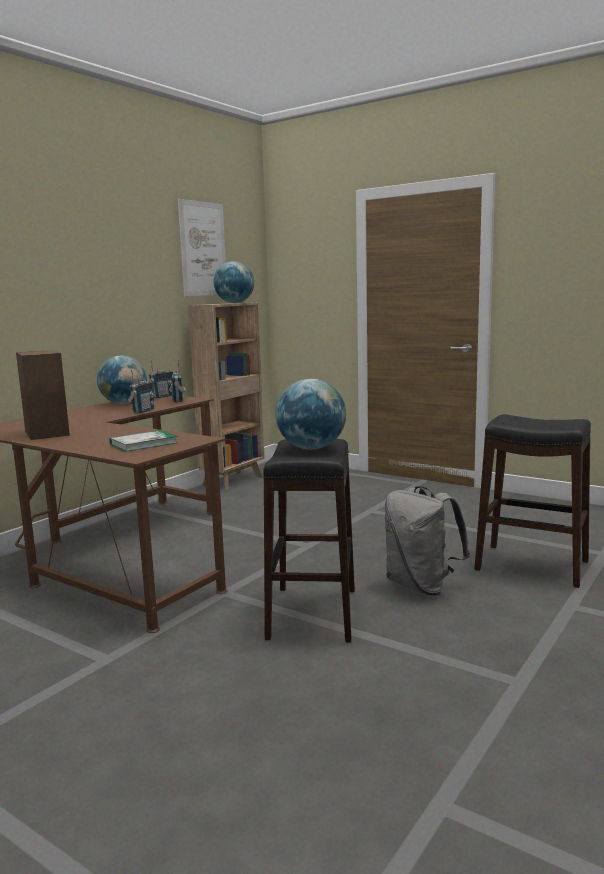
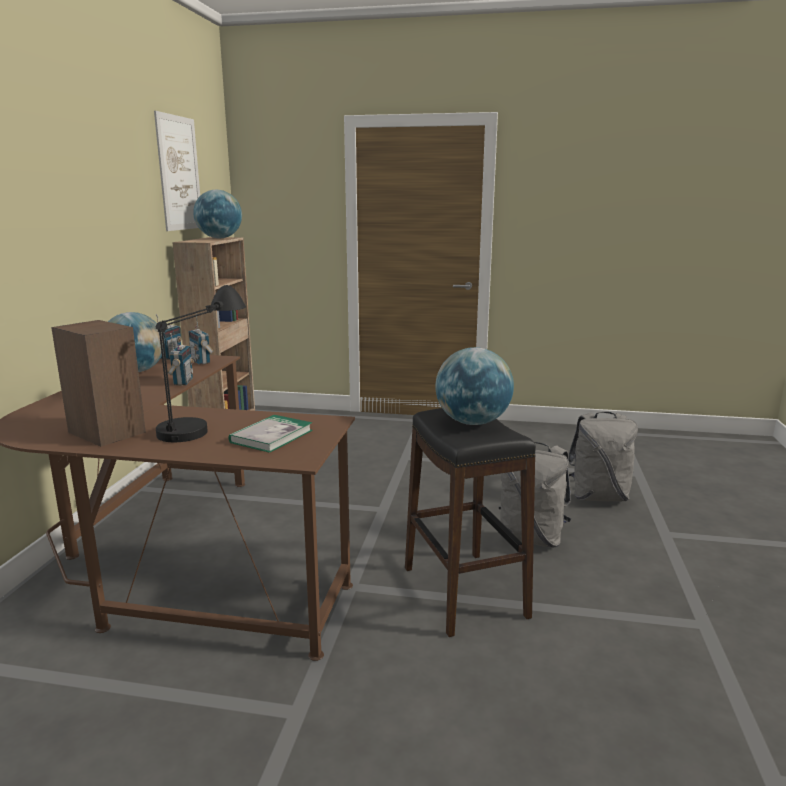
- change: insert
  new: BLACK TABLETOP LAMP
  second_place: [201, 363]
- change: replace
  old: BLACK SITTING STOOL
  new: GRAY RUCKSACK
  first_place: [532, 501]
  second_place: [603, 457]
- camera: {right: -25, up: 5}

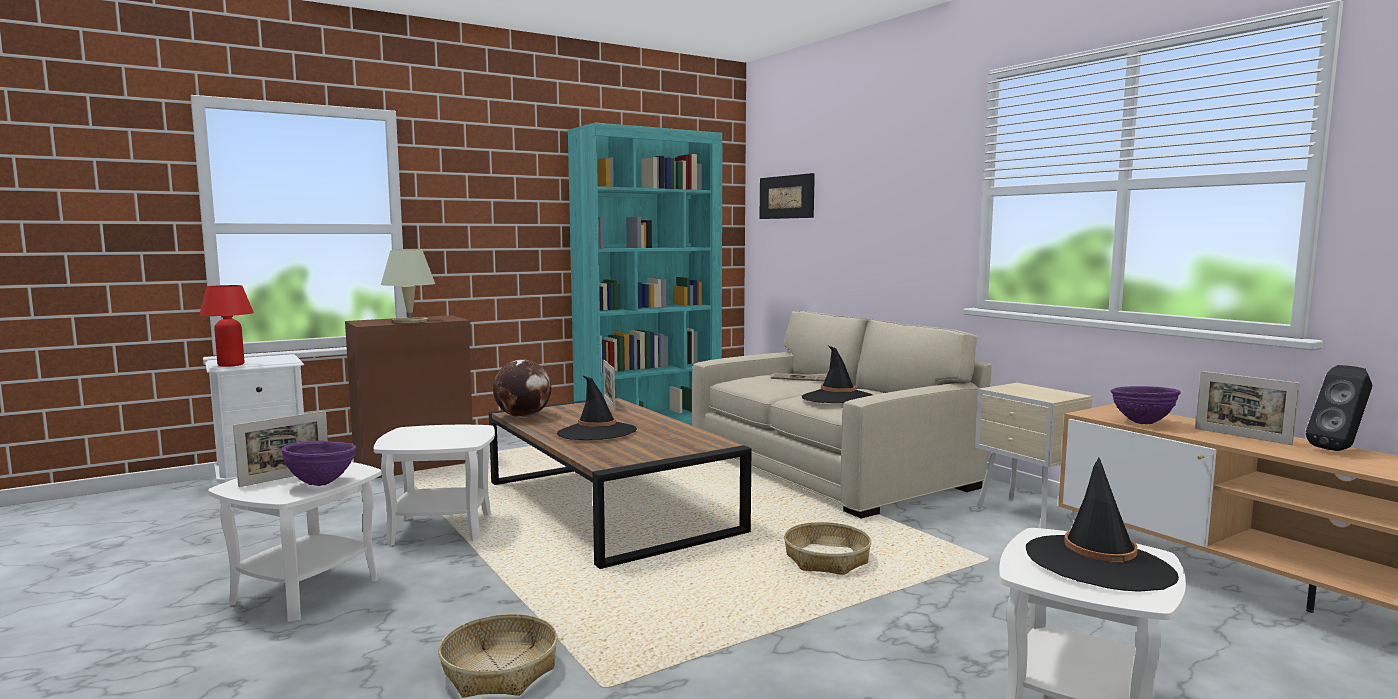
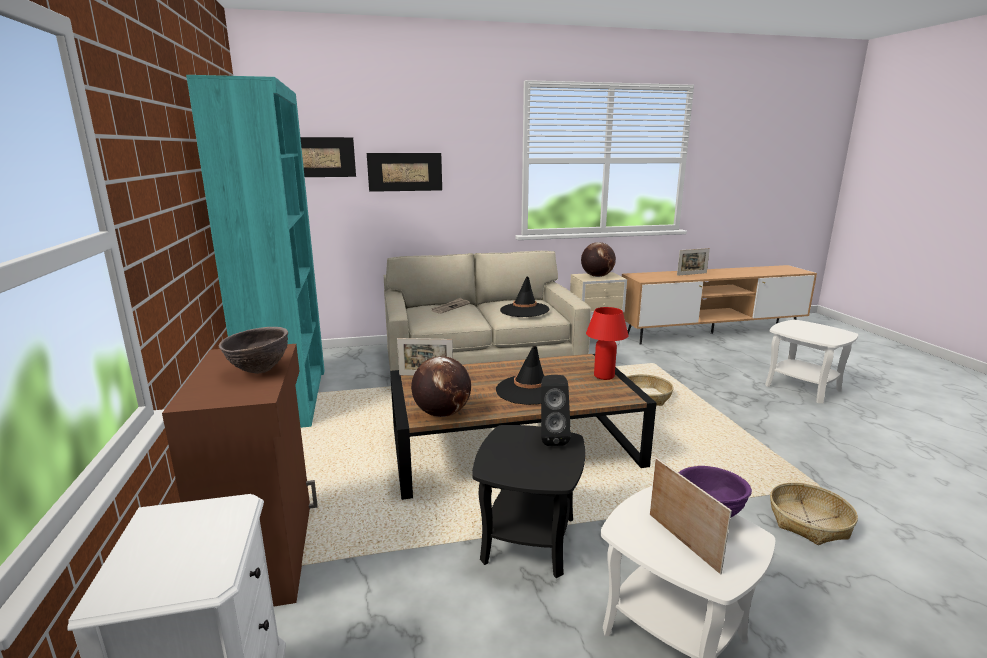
- change: replace
  old: SAND-COLOURED TABLETOP LAMP
  new: BROWN BOWL
  first_place: [408, 286]
  second_place: [253, 350]
- change: insert
  new: WALL ART
  second_place: [404, 172]
- change: recolor
  old: WHITE SIDE TABLE
  new: BLACK SIDE TABLE
  first_place: [434, 485]
  second_place: [528, 501]
- change: move
  old: BLACK SPEAKER
  first_place: [1339, 408]
  second_place: [556, 410]
- change: insert
  new: WORLD GLOBE
  second_place: [598, 259]
- change: move
  old: RED TABLETOP LAMP
  first_place: [226, 326]
  second_place: [607, 343]
- change: delete
  old: BLACK CLOTHING HAT
  first_place: [1102, 525]
- change: delete
  old: PURPLISH BOWL
  first_place: [1146, 405]
- camera: {right: -70, up: 10}

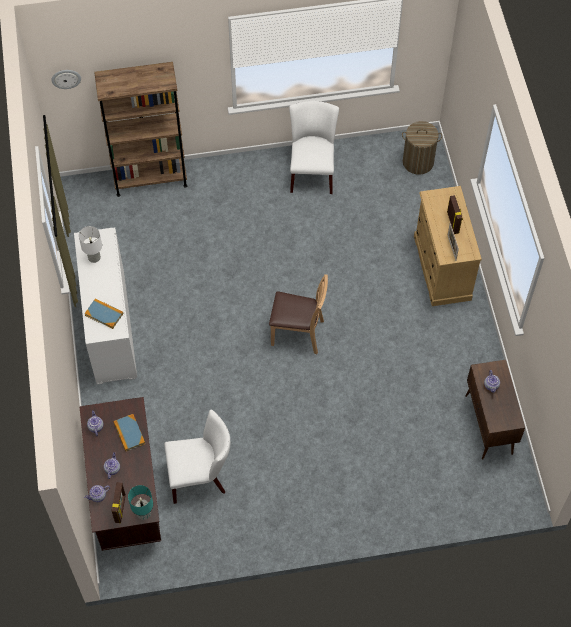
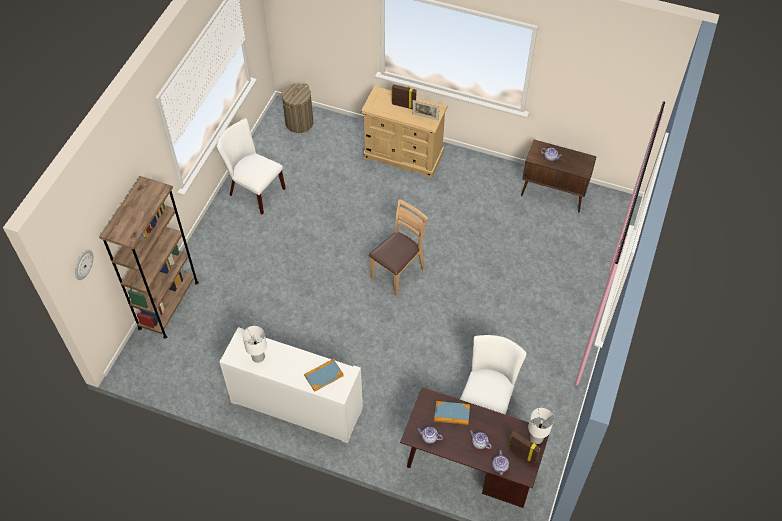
- change: recolor
  old: BLUE-GREEN TABLETOP LAMP
  new: WHITE TABLETOP LAMP
  first_place: [140, 502]
  second_place: [541, 426]
- camera: {right: -60, up: -5}

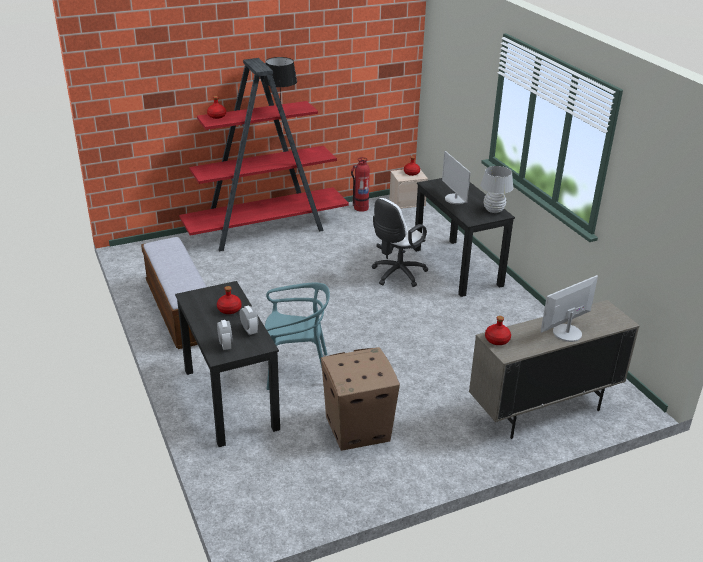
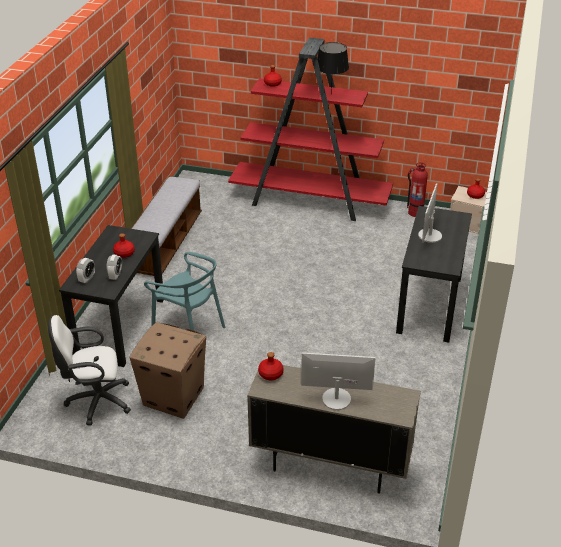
- change: move
  old: WHITE COMPUTER CHAIR
  first_place: [400, 242]
  second_place: [89, 370]
- change: delete
  old: WHITE TABLETOP LAMP
  first_place: [496, 189]
- camera: {right: 40, up: 5}

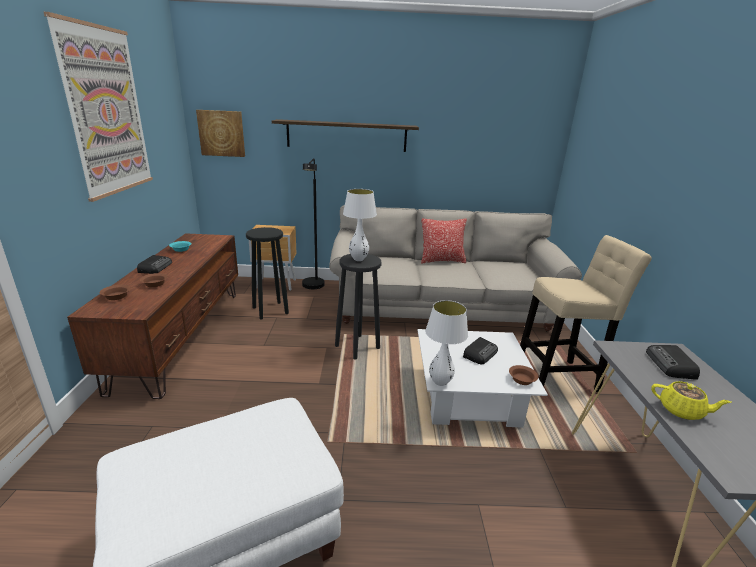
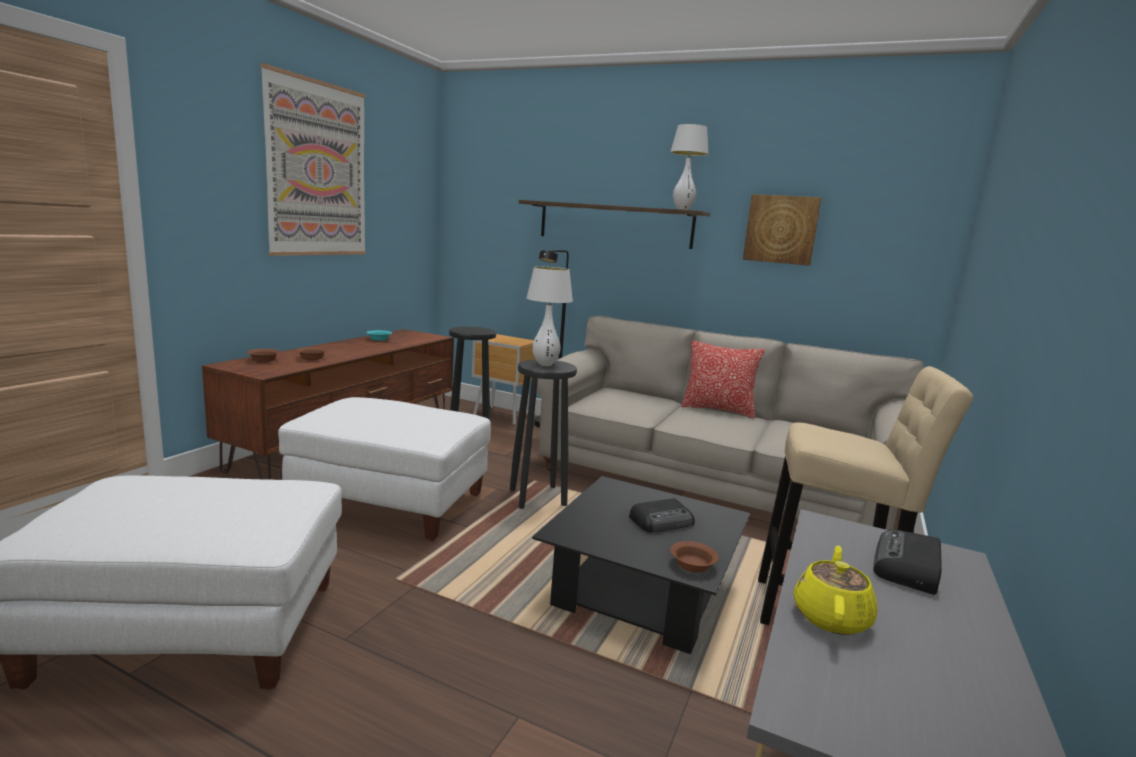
- change: insert
  new: WHITE OTTOMAN
  second_place: [384, 469]
- change: recolor
  old: WHITE LOUNGE TABLE
  new: BLACK LOUNGE TABLE
  first_place: [483, 378]
  second_place: [641, 565]
- change: move
  old: WHITE TABLETOP LAMP
  first_place: [446, 343]
  second_place: [689, 167]
- change: move
  old: WALL ART
  first_place: [220, 133]
  second_place: [782, 230]
- change: rotate
  old: YELLOWISH POT FOR TEA
  first_place: [691, 400]
  second_place: [835, 590]
  degrees: -120
- change: delete
  old: RADIO SET
  first_place: [154, 264]
- camera: {right: 25, up: -10}

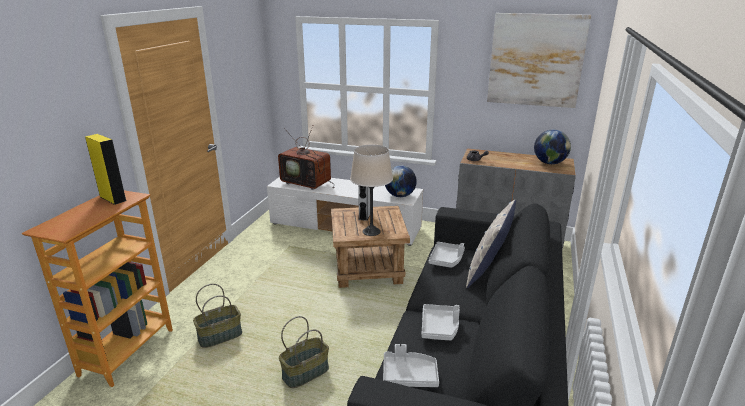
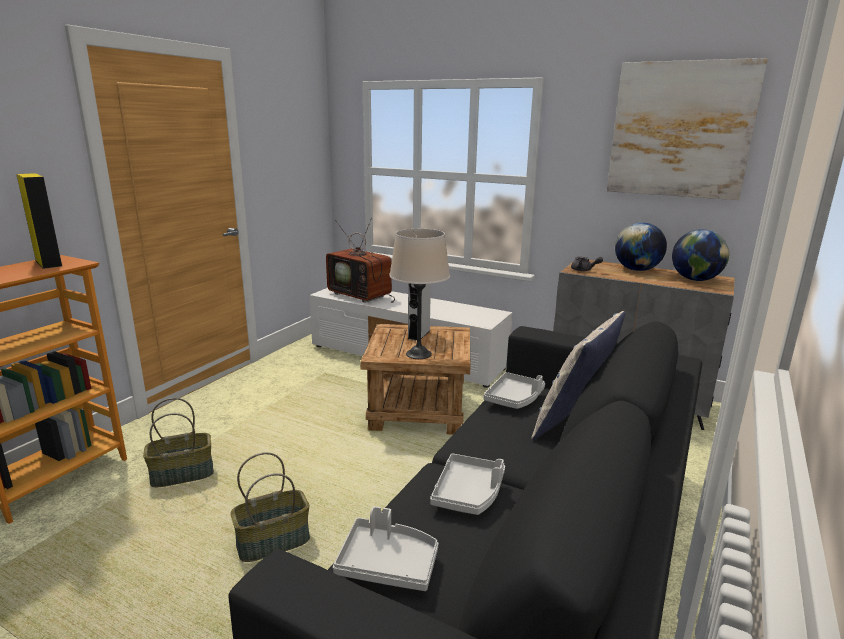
- change: move
  old: WORLD GLOBE
  first_place: [401, 181]
  second_place: [641, 246]
- camera: {right: 10, up: -5}

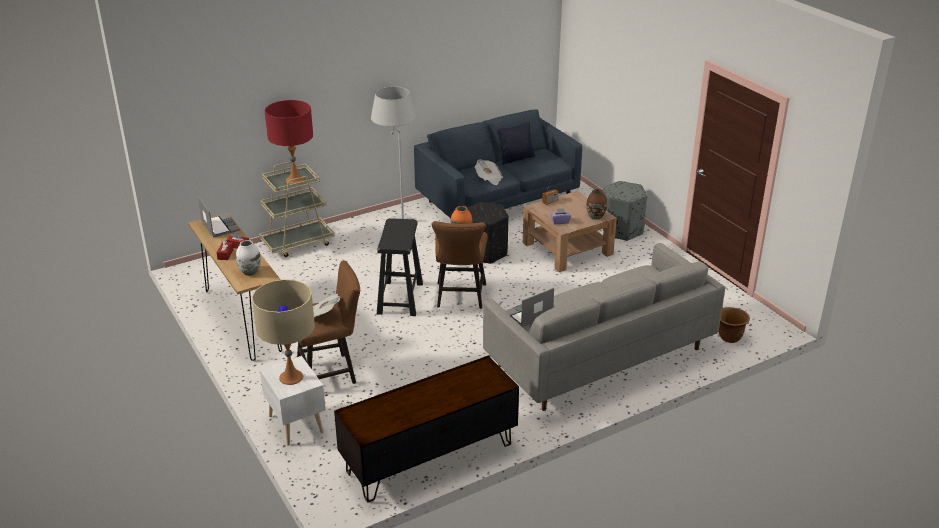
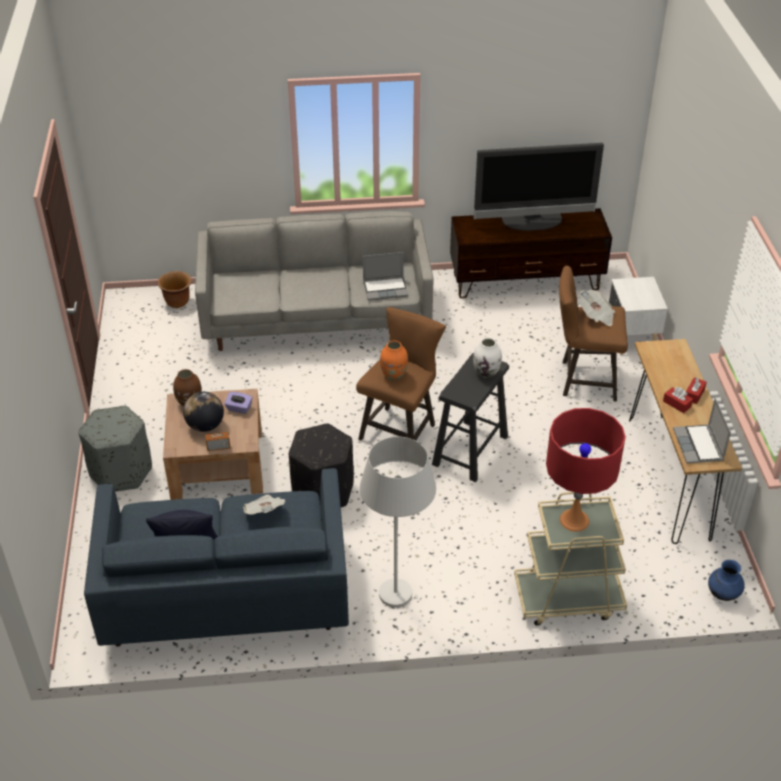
- change: insert
  new: WORLD GLOBE
  second_place: [203, 412]
- change: move
  old: WHITE DECORATIVE VASE
  first_place: [248, 258]
  second_place: [487, 358]
- change: insert
  new: TV
  second_place: [539, 187]
- change: insert
  new: BLUE DECORATIVE VASE
  second_place: [726, 580]
- change: delete
  old: SAND-COLOURED TABLETOP LAMP
  first_place: [283, 332]
- camera: {right: -155, up: 10}

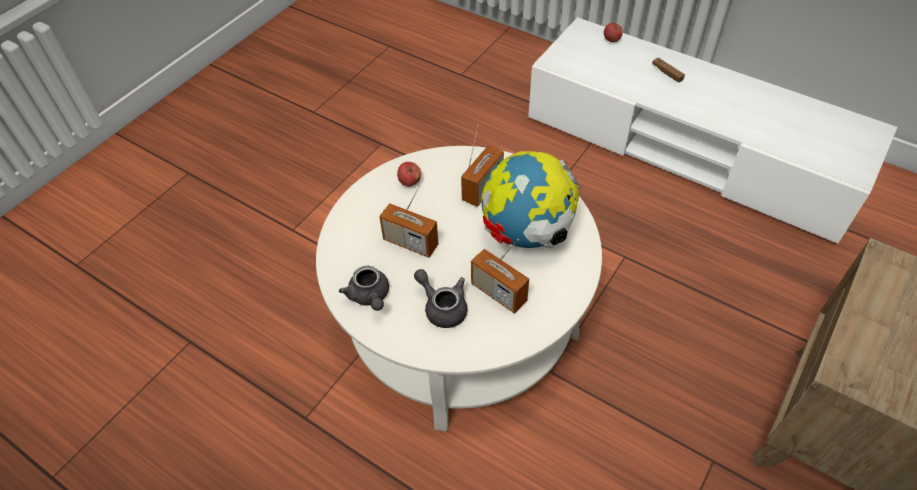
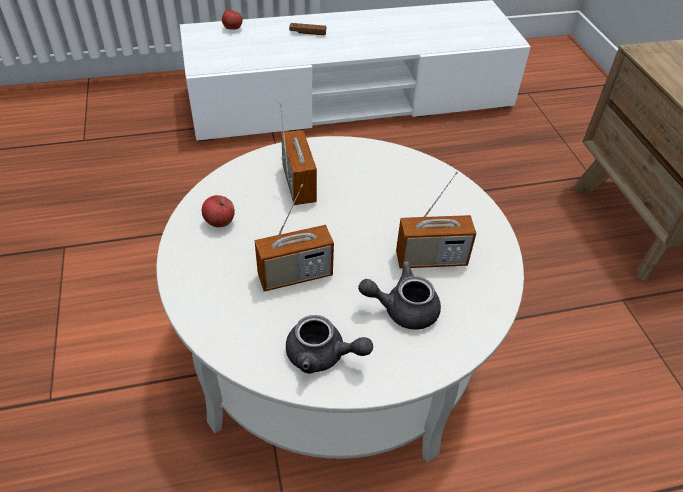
- change: delete
  old: WORLD GLOBE
  first_place: [531, 200]
- camera: {right: -50, up: -5}

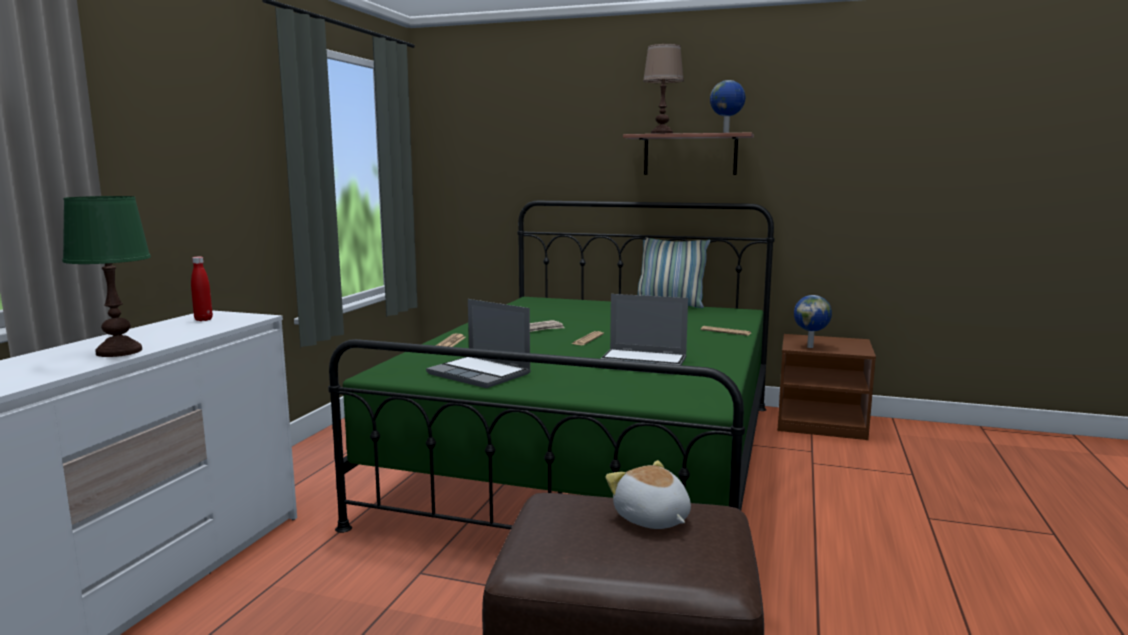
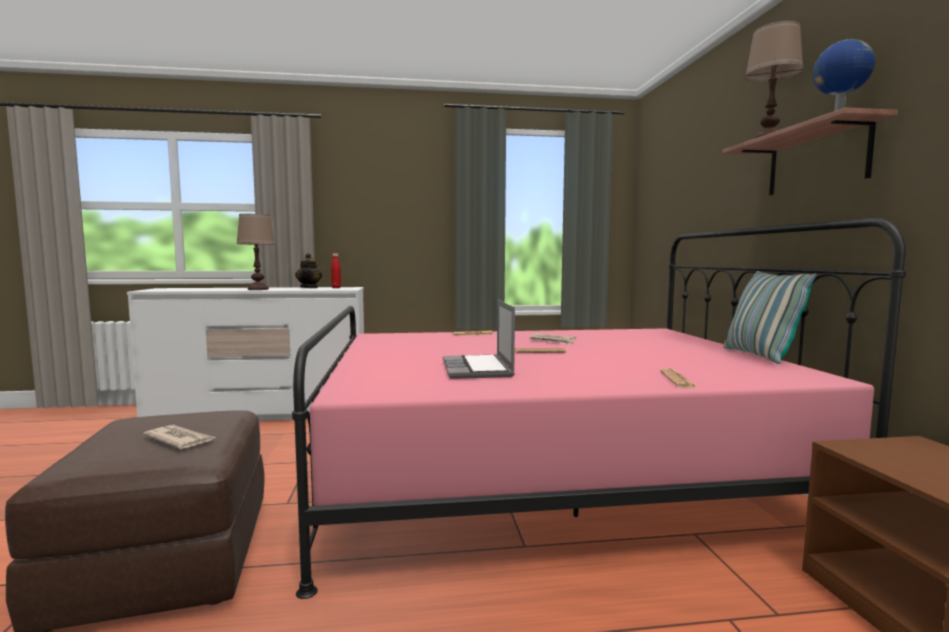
- change: replace
  old: SOFT TOY
  new: DAILY PAPER
  first_place: [648, 494]
  second_place: [180, 437]
- change: recolor
  old: GREENISH TABLETOP LAMP
  new: BROWN TABLETOP LAMP
  first_place: [107, 276]
  second_place: [255, 252]
- change: recolor
  old: GREENISH BEDROOM BED
  new: PINK BEDROOM BED
  first_place: [551, 367]
  second_place: [599, 408]
- change: insert
  new: POT FOR TEA
  second_place: [308, 270]
- change: delete
  old: NOTEBOOK COMPUTER
  first_place: [478, 343]
- change: delete
  old: WORLD GLOBE
  first_place: [813, 321]
- camera: {right: 65, up: -5}

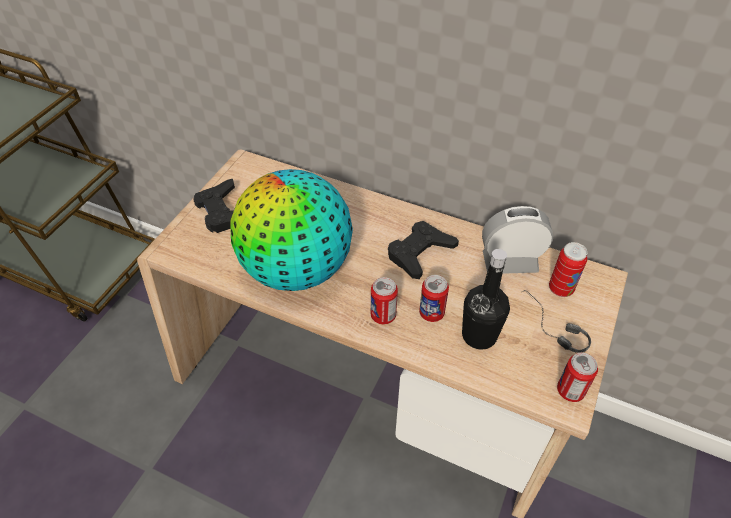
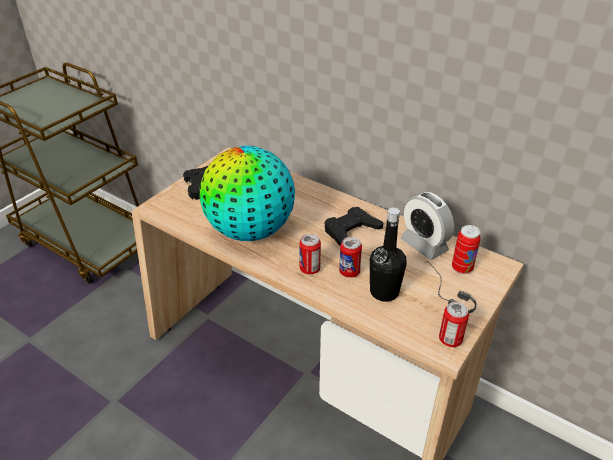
- change: rotate
  old: ALARM CLOCK
  first_place: [518, 240]
  second_place: [427, 226]
  degrees: -135
- camera: {right: 10, up: -10}

